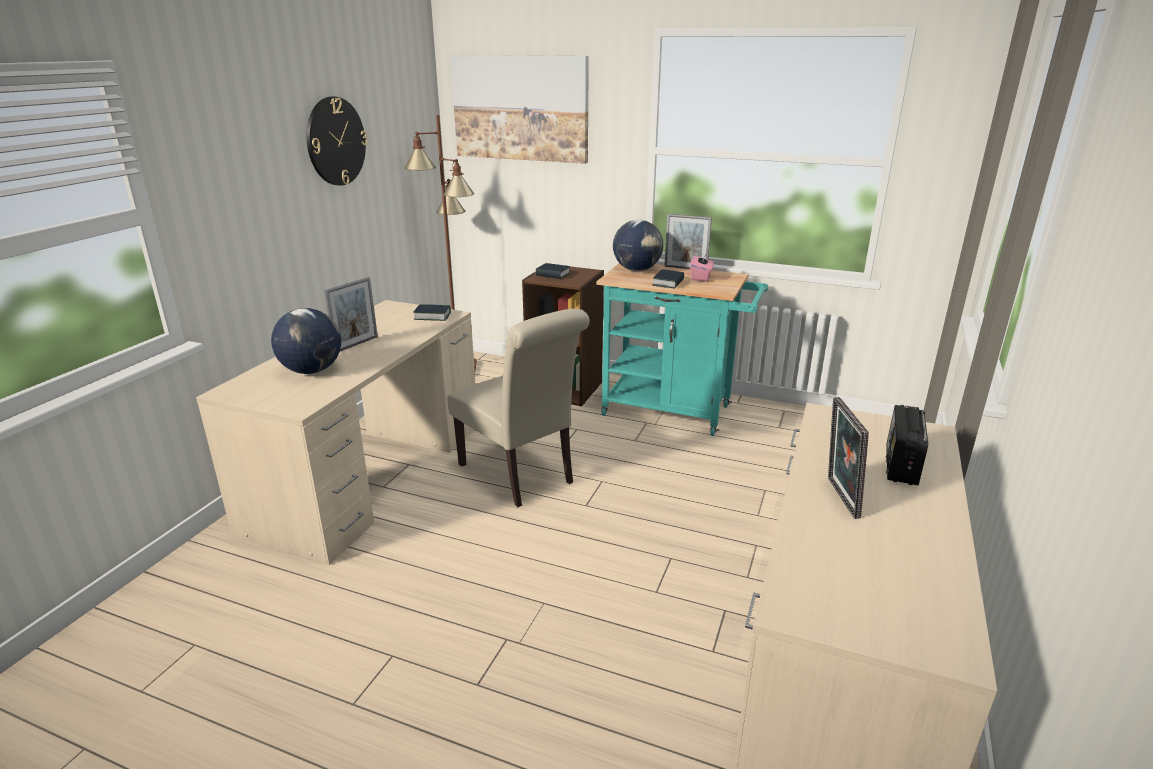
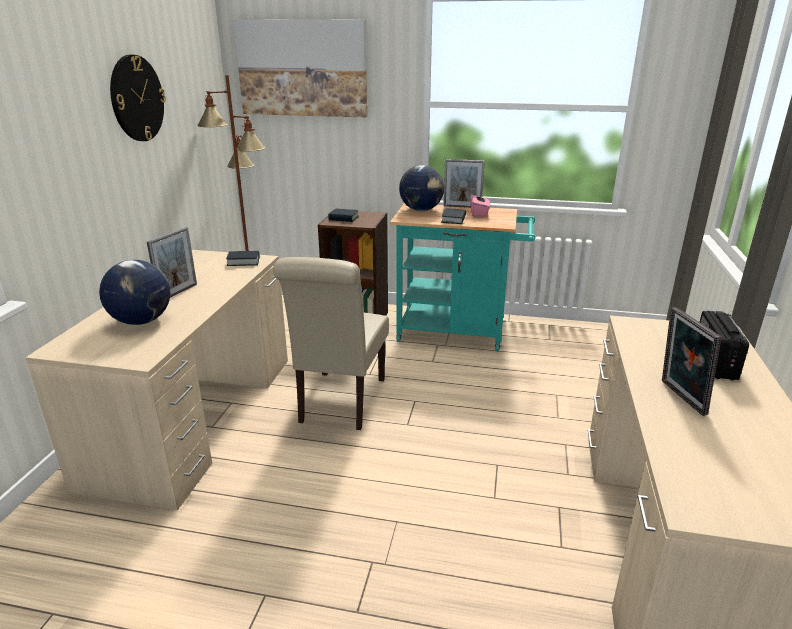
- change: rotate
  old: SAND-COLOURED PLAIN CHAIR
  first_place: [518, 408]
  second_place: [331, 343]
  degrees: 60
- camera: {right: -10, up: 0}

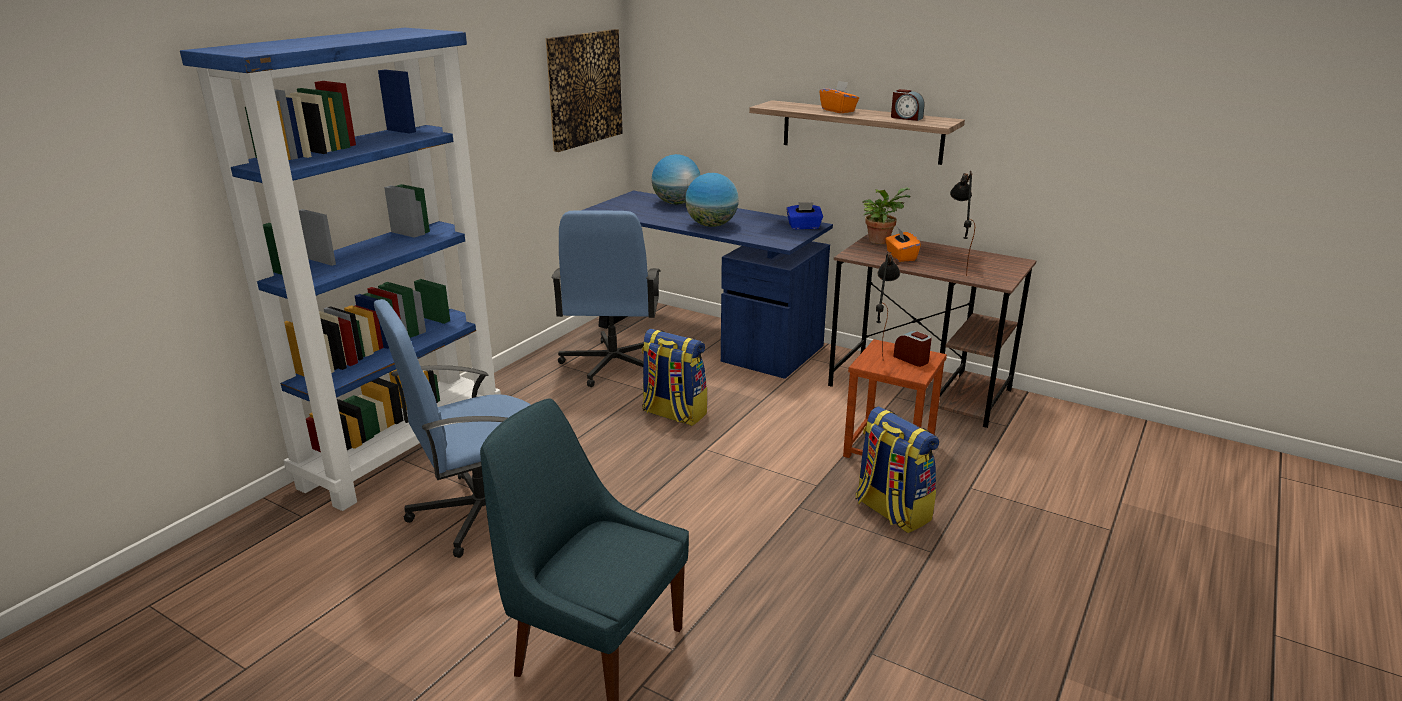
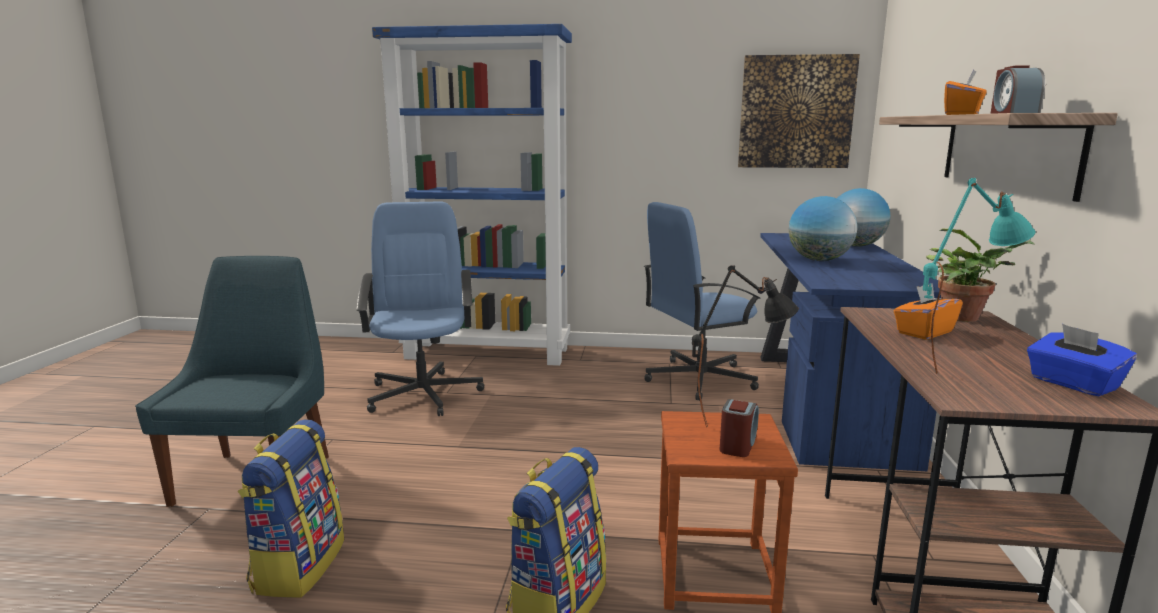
- change: move
  old: RUCKSACK
  first_place: [674, 377]
  second_place: [291, 508]
- change: rotate
  old: BLUE COMPUTER CHAIR
  first_place: [452, 428]
  second_place: [420, 309]
  degrees: 45
- change: recolor
  old: BLACK TABLETOP LAMP
  new: BLUE-GREEN TABLETOP LAMP
  first_place: [962, 223]
  second_place: [979, 276]
- change: move
  old: BLUE BOX OF TISSUES
  first_place: [804, 215]
  second_place: [1082, 360]
- camera: {right: 65, up: -10}

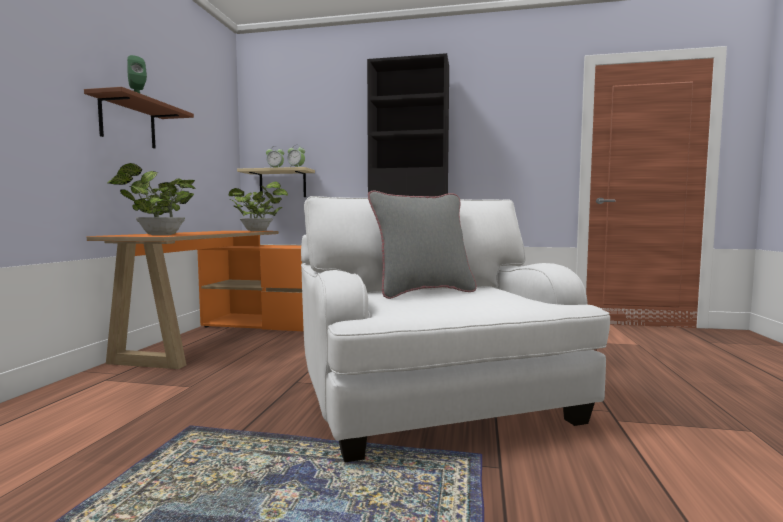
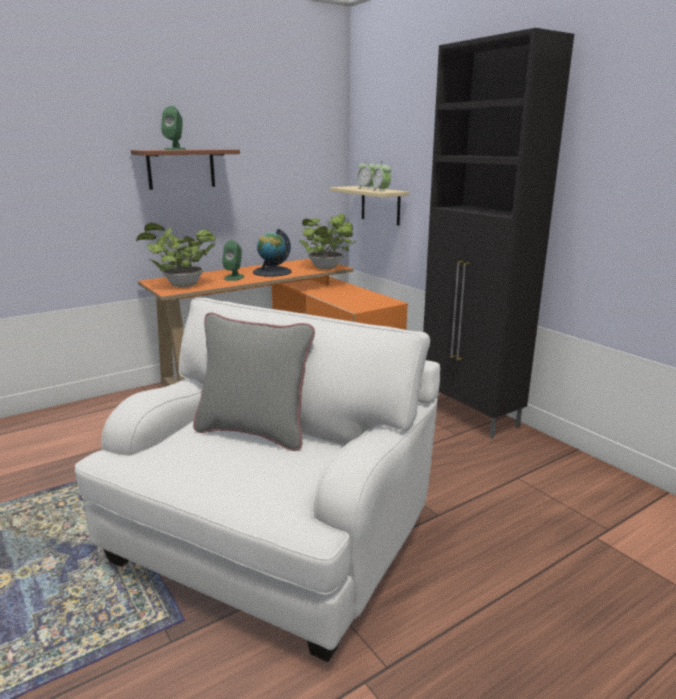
- change: insert
  new: GREENISH SPEAKER
  second_place: [233, 260]
- change: insert
  new: WORLD GLOBE
  second_place: [272, 253]
- camera: {right: 45, up: 15}

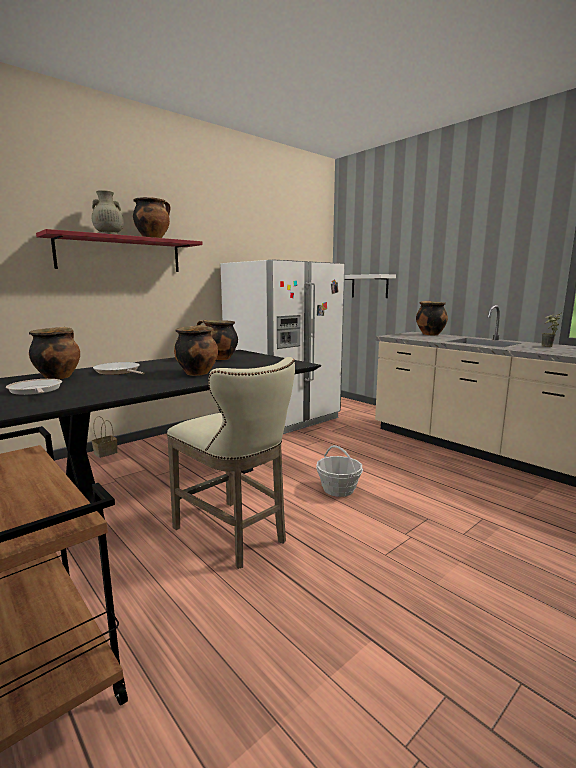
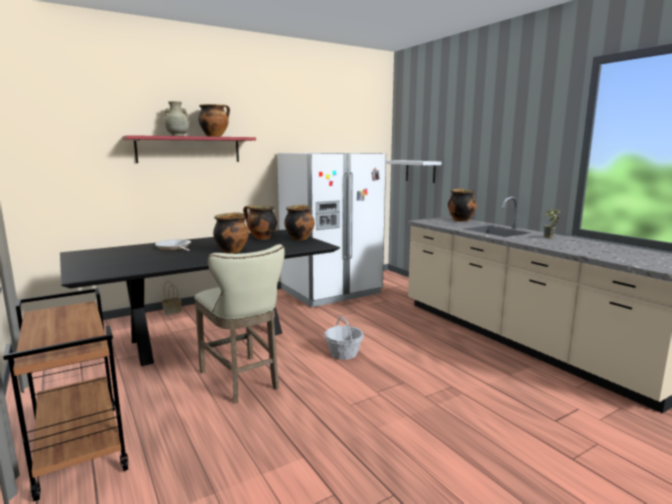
- change: move
  old: SAUCEPOT
  first_place: [54, 353]
  second_place: [299, 222]
- change: delete
  old: FRYING PAN
  first_place: [34, 387]
- camera: {right: 10, up: 0}

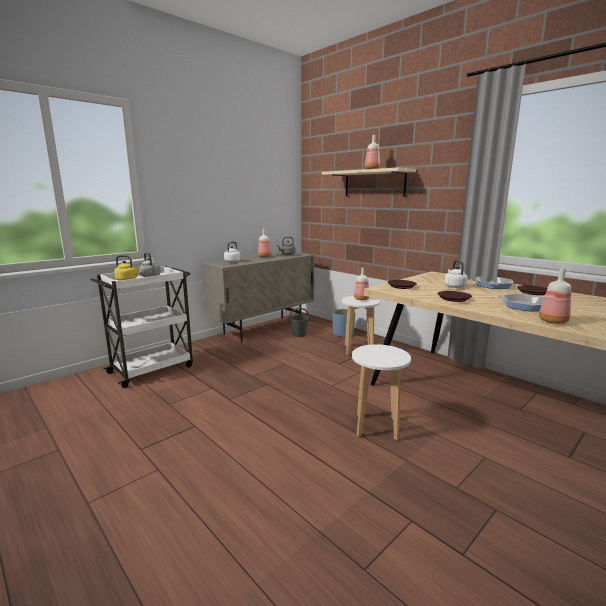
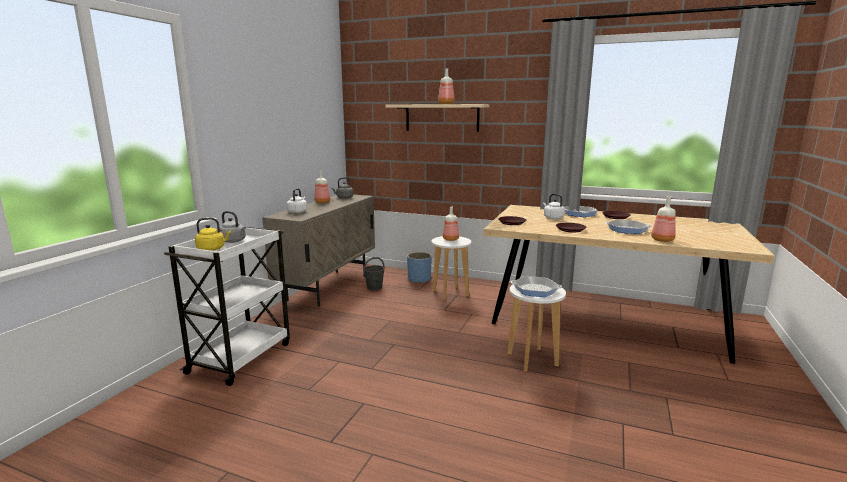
- change: insert
  new: FRYING PAN
  second_place: [536, 286]
- camera: {right: -25, up: 0}

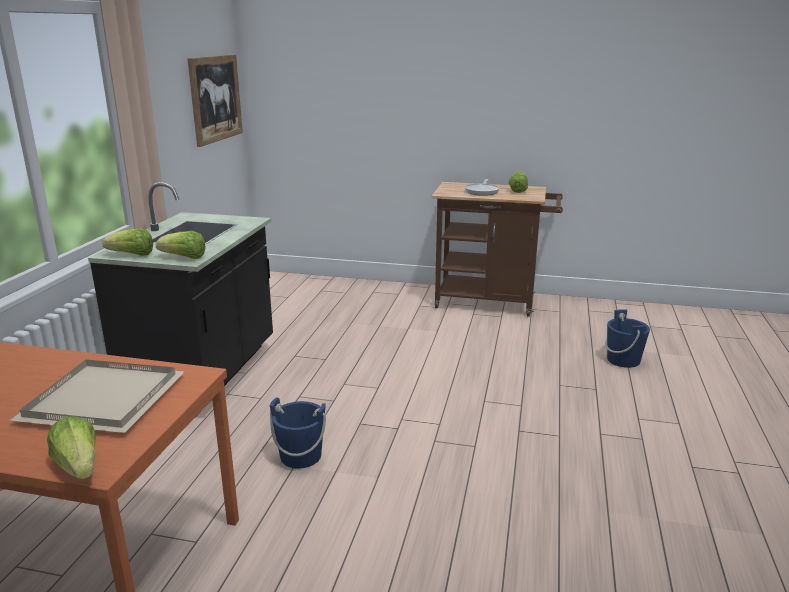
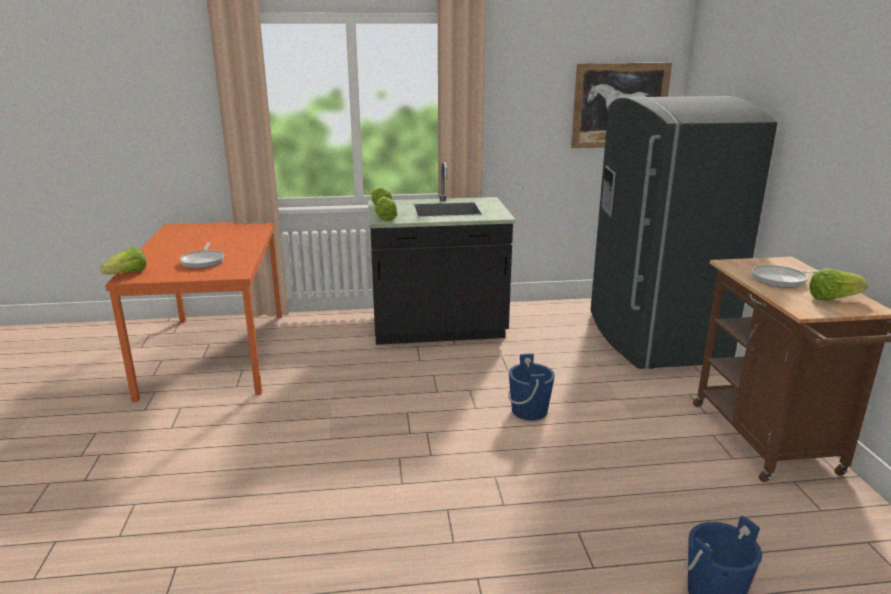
- change: replace
  old: SAND-COLOURED CARRYING TRAY
  new: FRYING PAN
  first_place: [96, 396]
  second_place: [202, 255]
- change: move
  old: BLUE WATER BUCKET
  first_place: [298, 433]
  second_place: [531, 386]
- change: insert
  new: GRAY FRIDGE
  second_place: [684, 232]
- camera: {right: 70, up: 0}

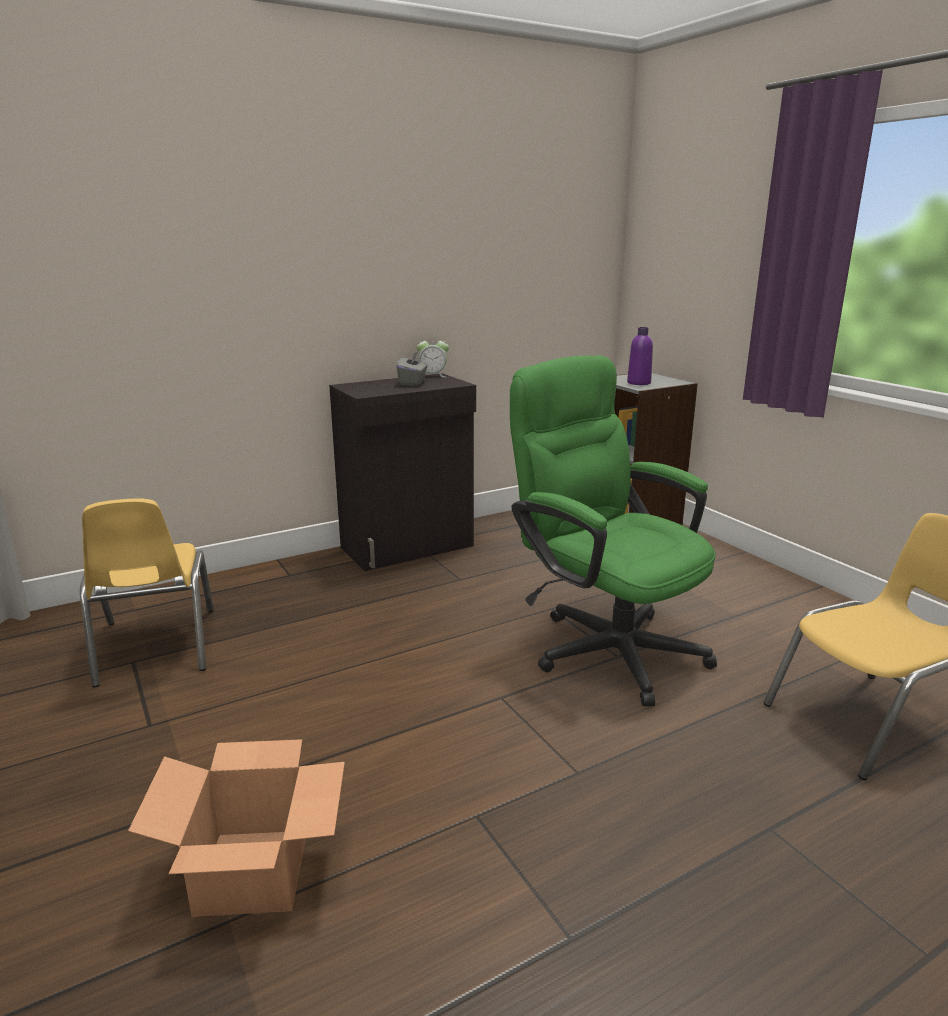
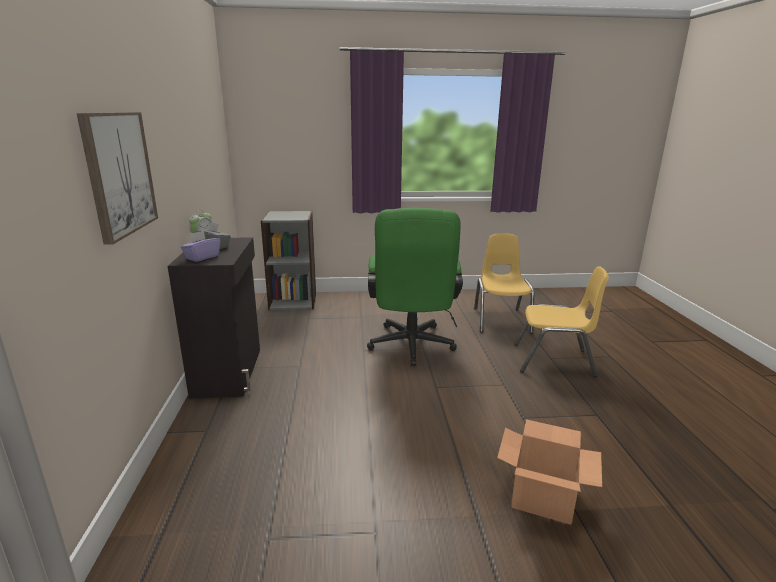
- change: insert
  new: WALL ART
  second_place: [117, 178]
- change: insert
  new: PURPLISH BOX OF TISSUES
  second_place: [201, 246]
- change: rotate
  old: GREENISH COMPUTER CHAIR
  first_place: [613, 530]
  second_place: [415, 287]
  degrees: -75
- change: move
  old: YELLOWISH PLAIN CHAIR
  first_place: [147, 592]
  second_place: [561, 321]
- change: delete
  old: PURPLISH BOTTLE
  first_place: [640, 356]
- camera: {right: -65, up: 0}

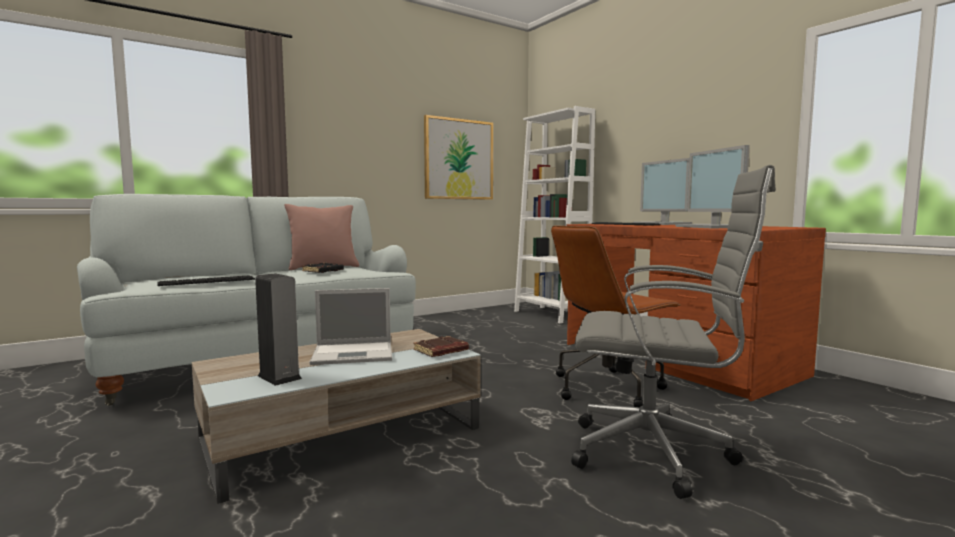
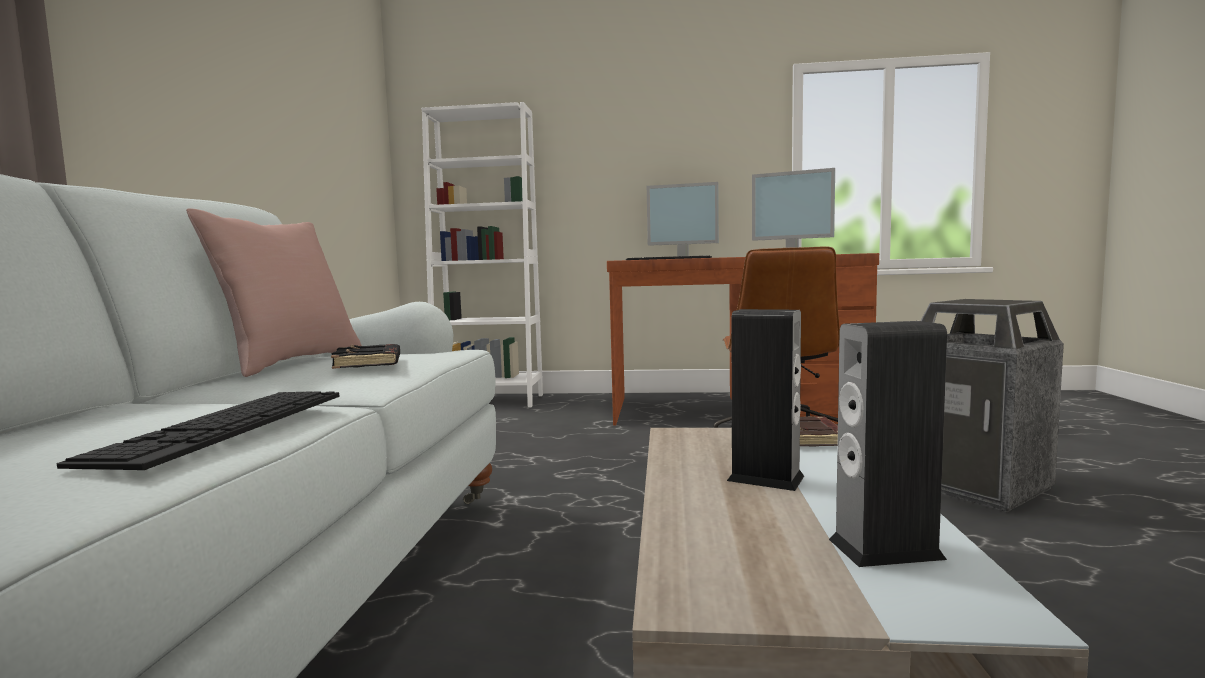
- change: replace
  old: NOTEBOOK COMPUTER
  new: SPEAKER
  first_place: [351, 326]
  second_place: [765, 400]
- change: replace
  old: GRAY COMPUTER CHAIR
  new: TRASH CAN
  first_place: [673, 332]
  second_place: [992, 405]
- change: delete
  old: WALL ART
  first_place: [458, 157]
- camera: {right: -50, up: 0}

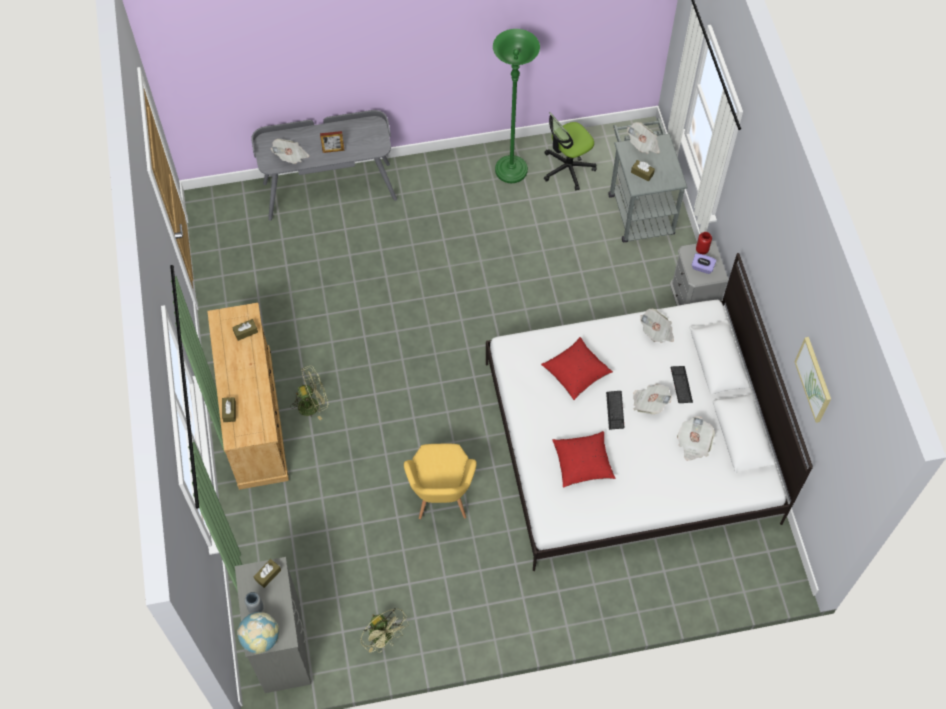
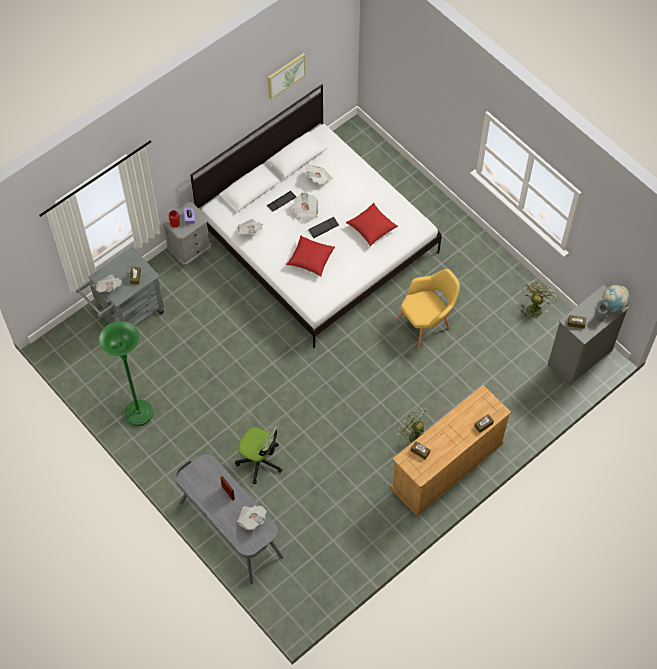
- change: move
  old: COMPUTER CHAIR
  first_place: [570, 151]
  second_place: [259, 454]
- camera: {right: -120, up: 0}

